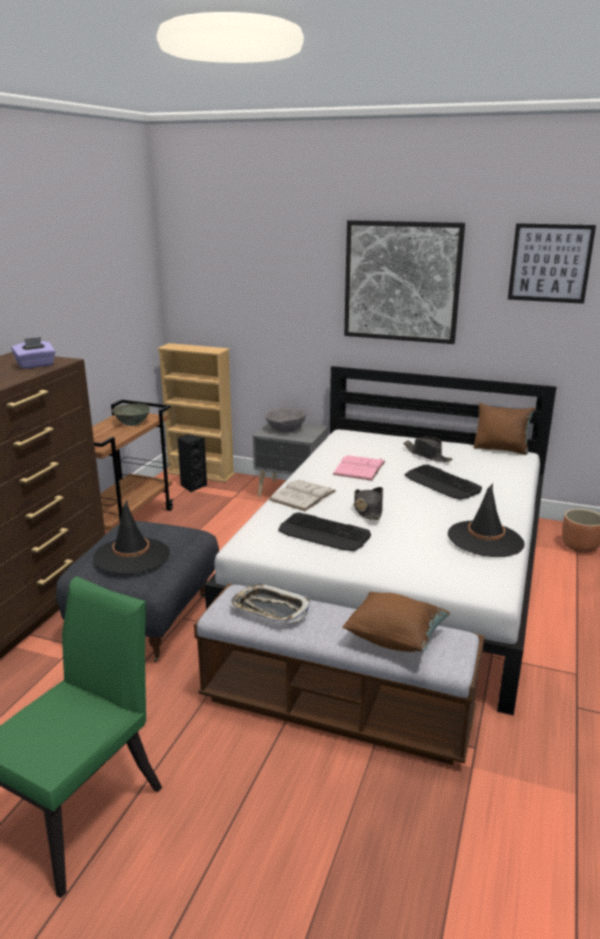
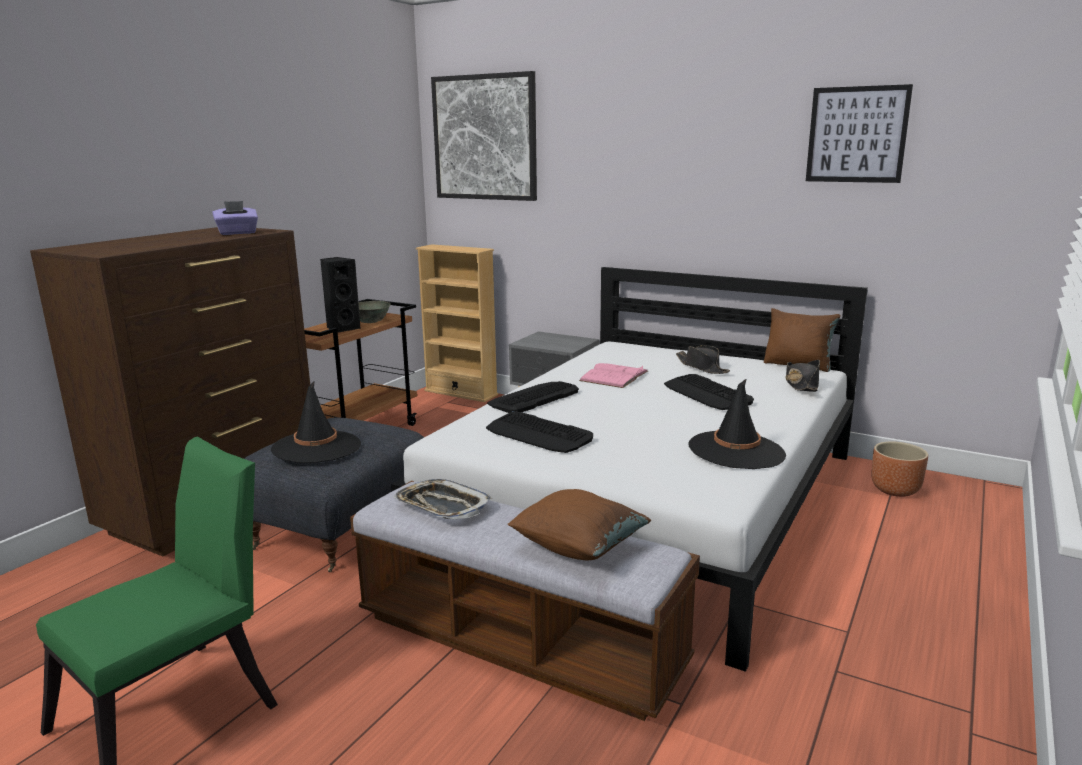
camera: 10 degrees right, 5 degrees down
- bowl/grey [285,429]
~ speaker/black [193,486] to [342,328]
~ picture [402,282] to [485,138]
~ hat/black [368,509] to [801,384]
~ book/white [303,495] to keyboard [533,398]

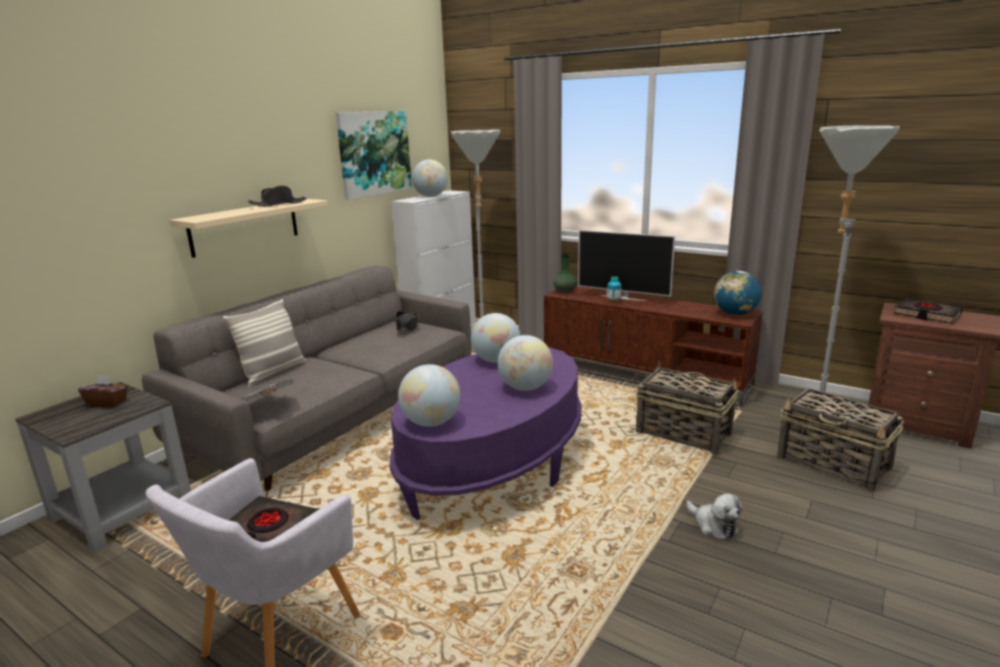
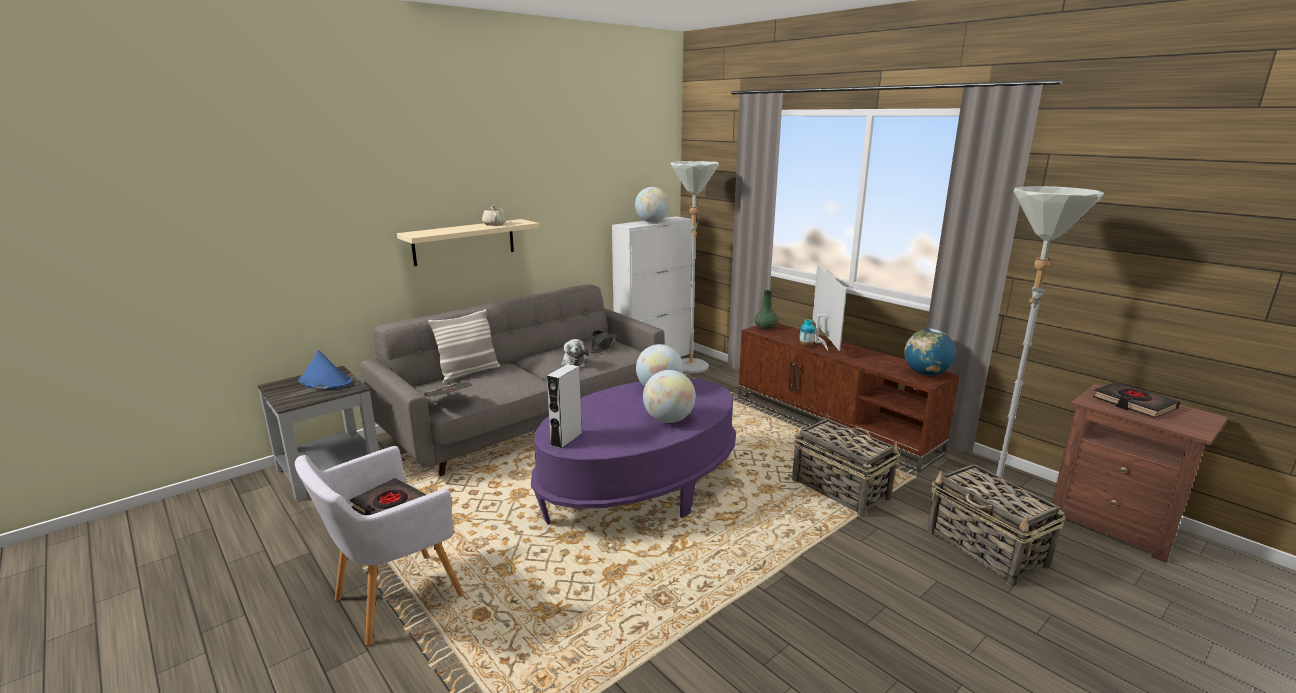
camera: 15 degrees right, 0 degrees up
- picture [374,153]
~ plush toy [713,525] to [573,363]
~ tissue box/brown [107,403] to hat/blue [324,382]
~ hat/black [278,204] to teapot/beige [494,224]
~ globe [431,423] to speaker/grey [566,439]
~ television [624,298] = [820,342] 135 degrees counterclockwise

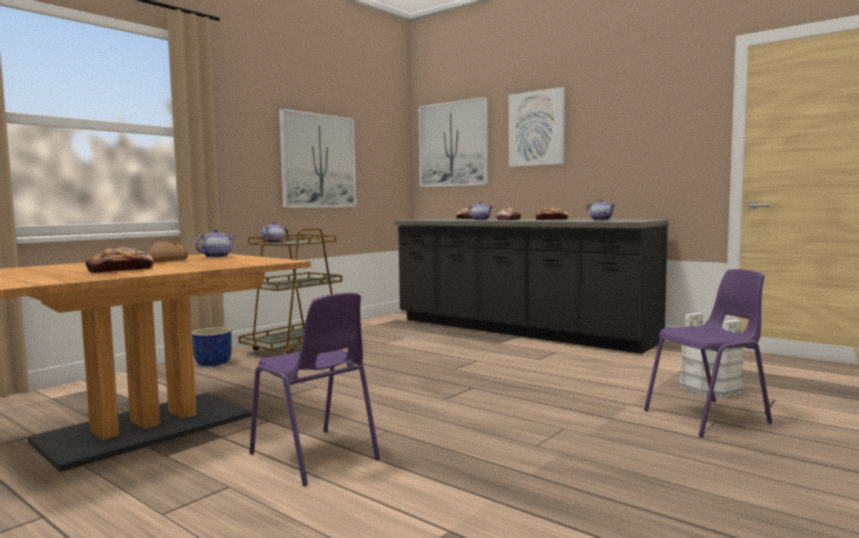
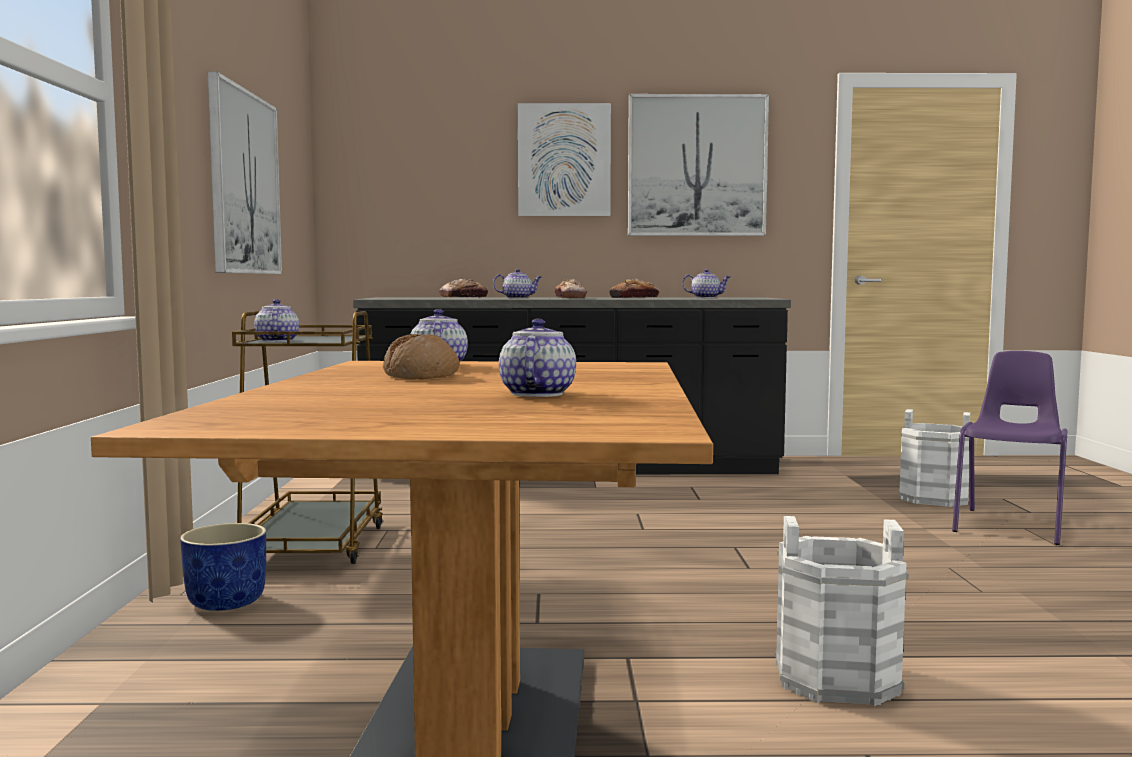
camera: 40 degrees left, 0 degrees up
~ picture [453,144] to [697,166]
~ bread [120,270] to teapot [536,394]
~ chair/purple [315,457] to bucket/white [837,679]

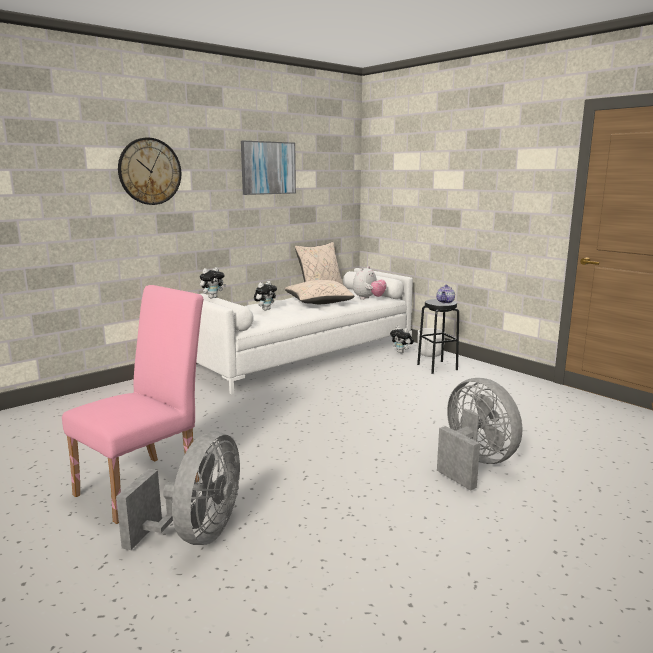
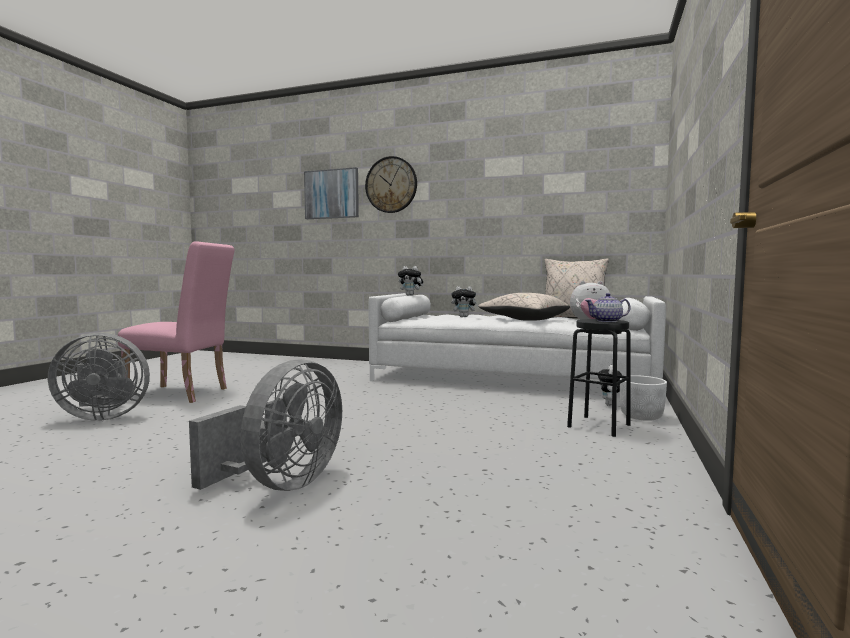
camera: 60 degrees right, 10 degrees down
~ picture [268,168] to [332,194]

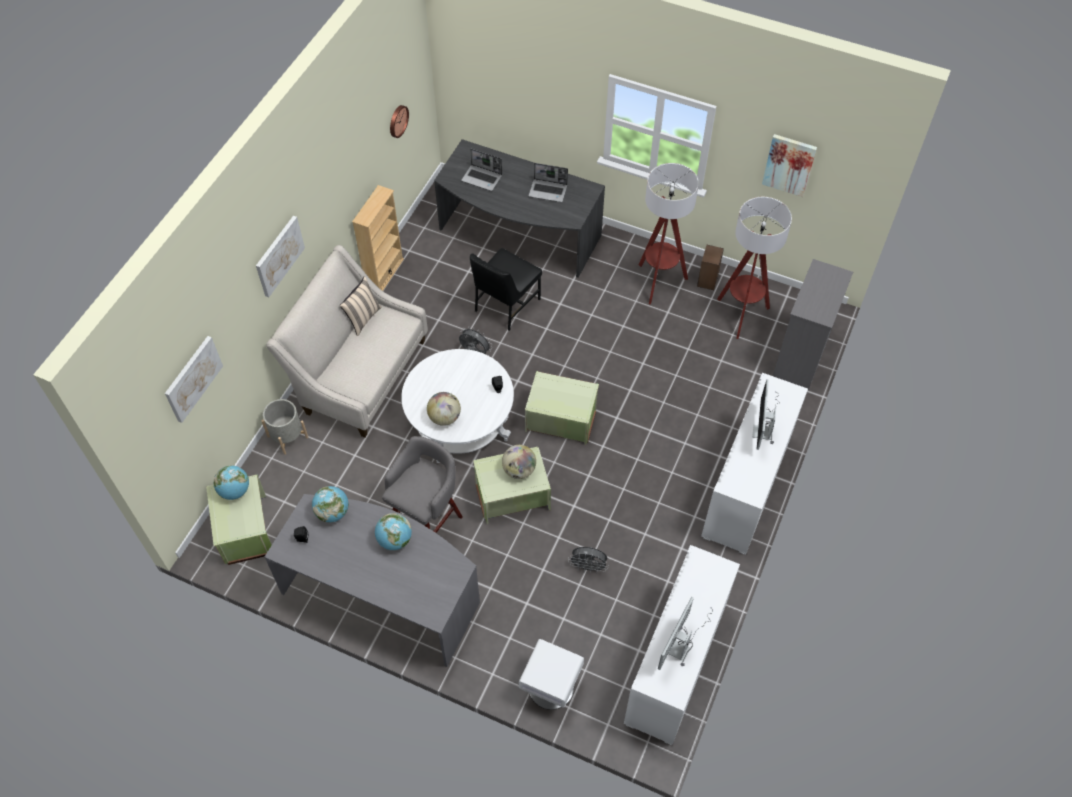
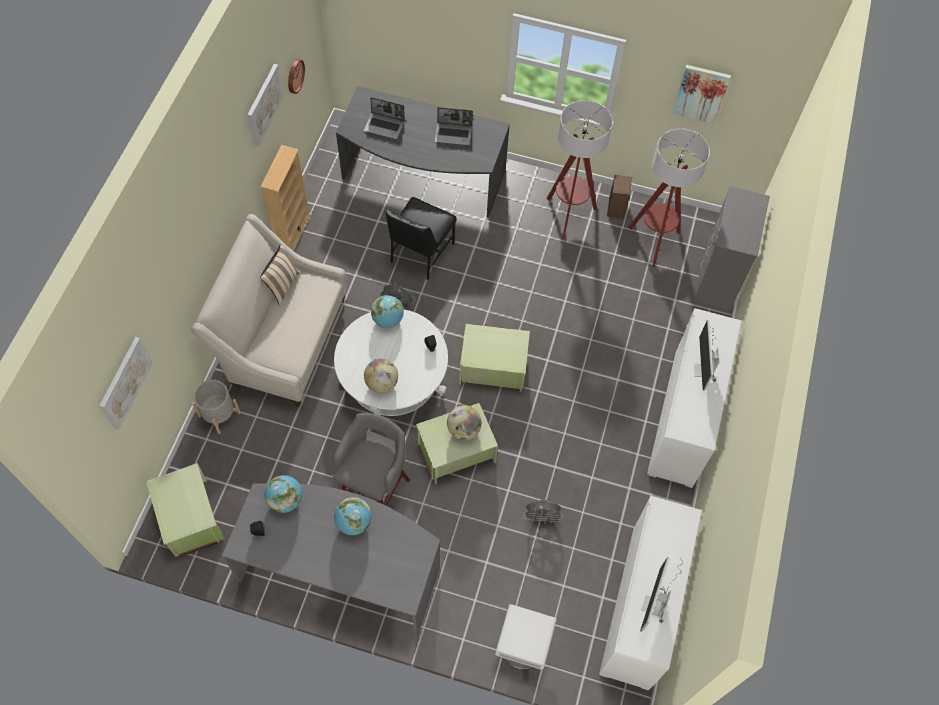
camera: 10 degrees left, 5 degrees up
~ globe [235,491] to [388,320]
~ picture [279,255] to [264,104]

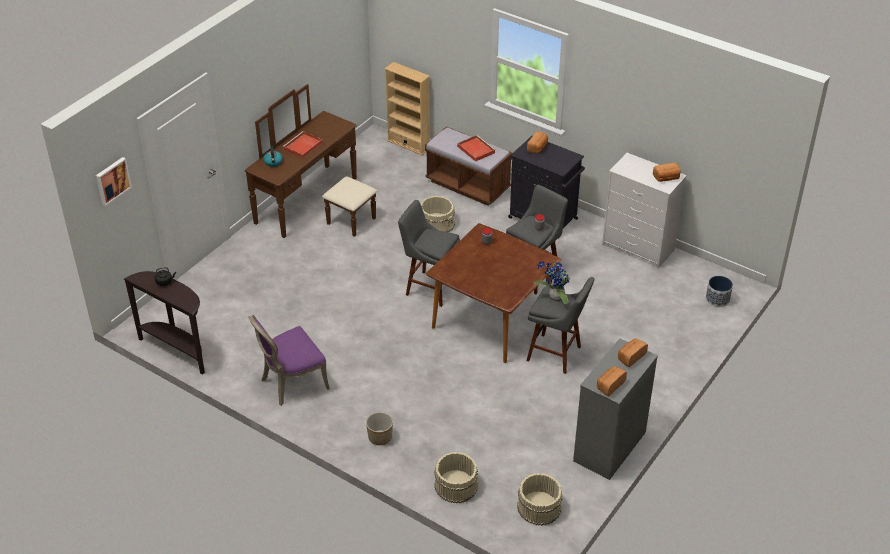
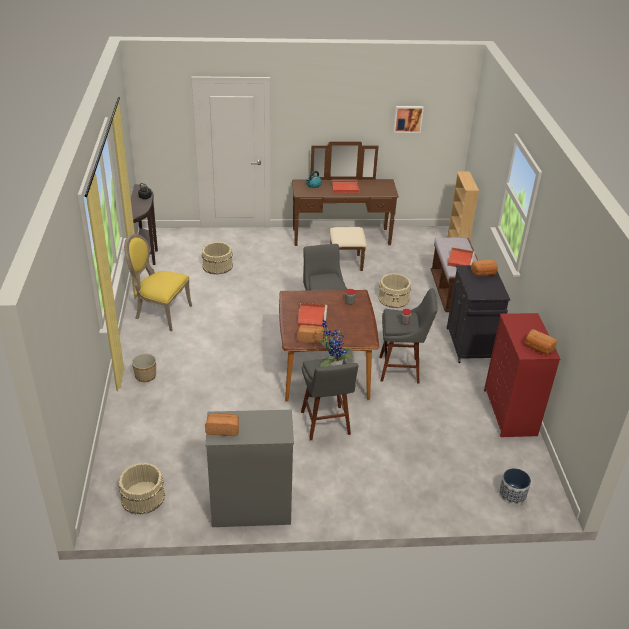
camera: 50 degrees right, 5 degrees down
+ tray/red [311,316]
~ picture [112,180] to [408,118]
~ bucket/beige [455,485] to [217,265]
~ bread [631,357] to [311,339]
~ chair/purple [291,383] to chair/yellow [160,313]
~ dresser/white [638,247] to dresser/red [510,413]

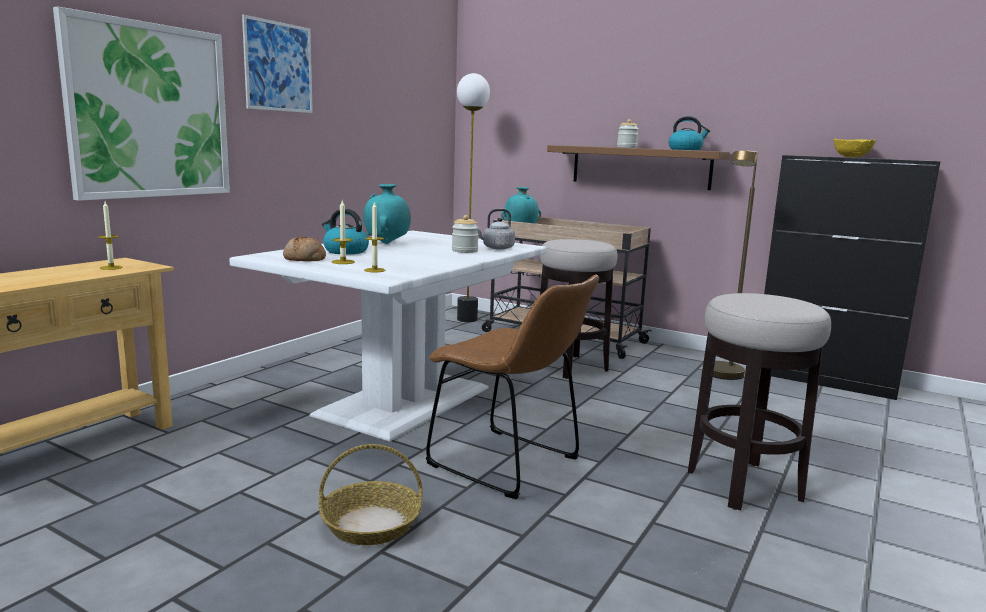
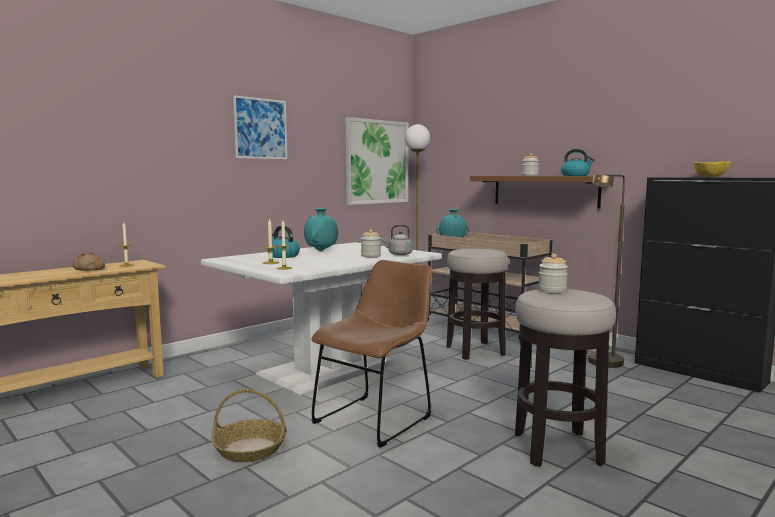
camera: 15 degrees right, 5 degrees down
+ jar [552,290]
~ picture [149,111] to [377,162]
~ bread [304,259] to [89,269]
~ chair/brown [510,464] = [376,418] 105 degrees counterclockwise

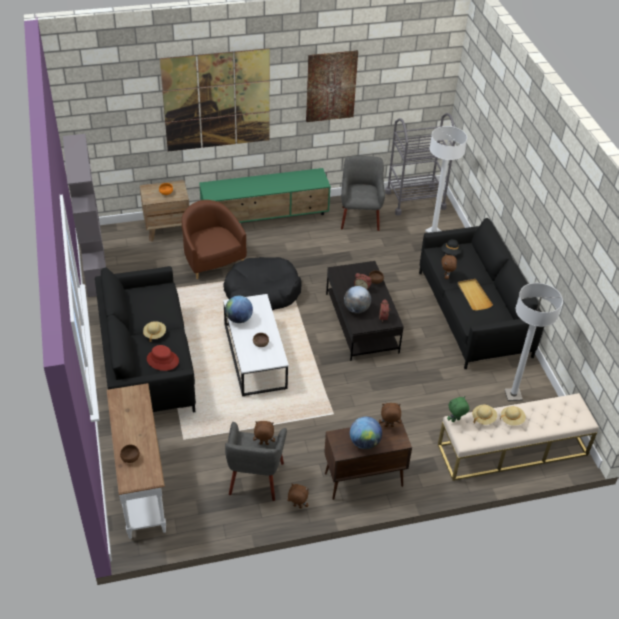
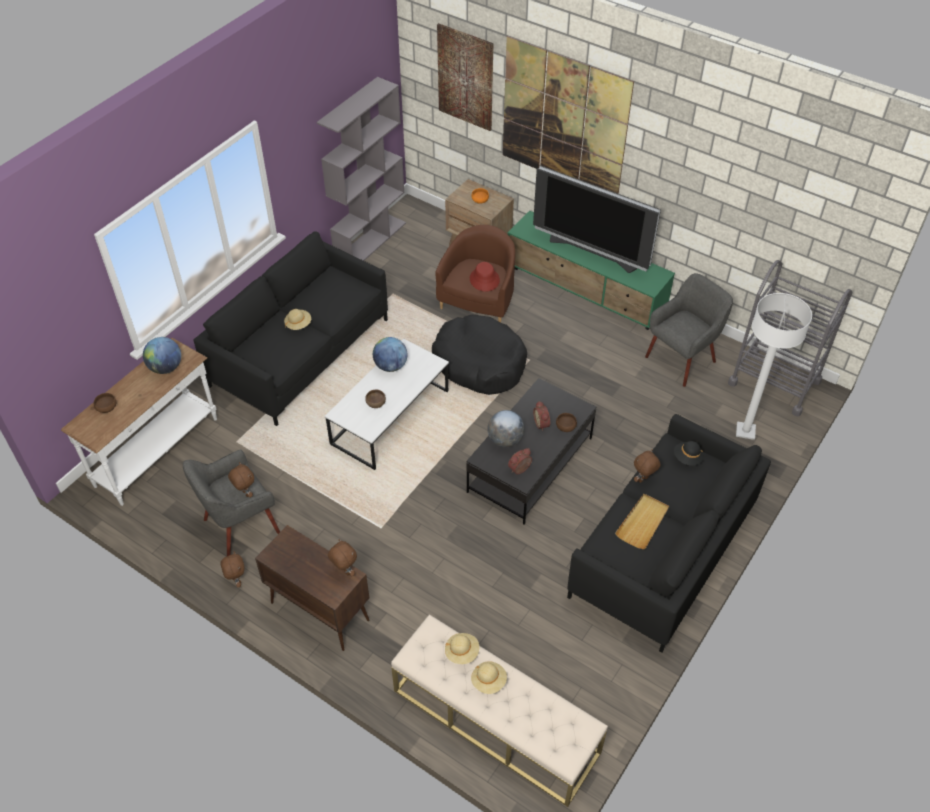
camera: 50 degrees right, 5 degrees up
- plush toy/green [455,420]
- floor lamp/white [513,395]
+ television [593,252]
~ hat/red [162,360] to [484,280]
~ picture [331,86] to [465,77]
~ globe [364,442] to [166,368]

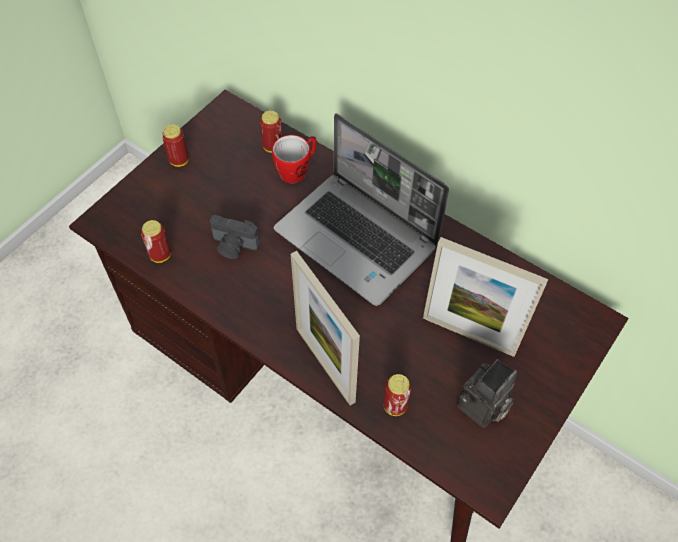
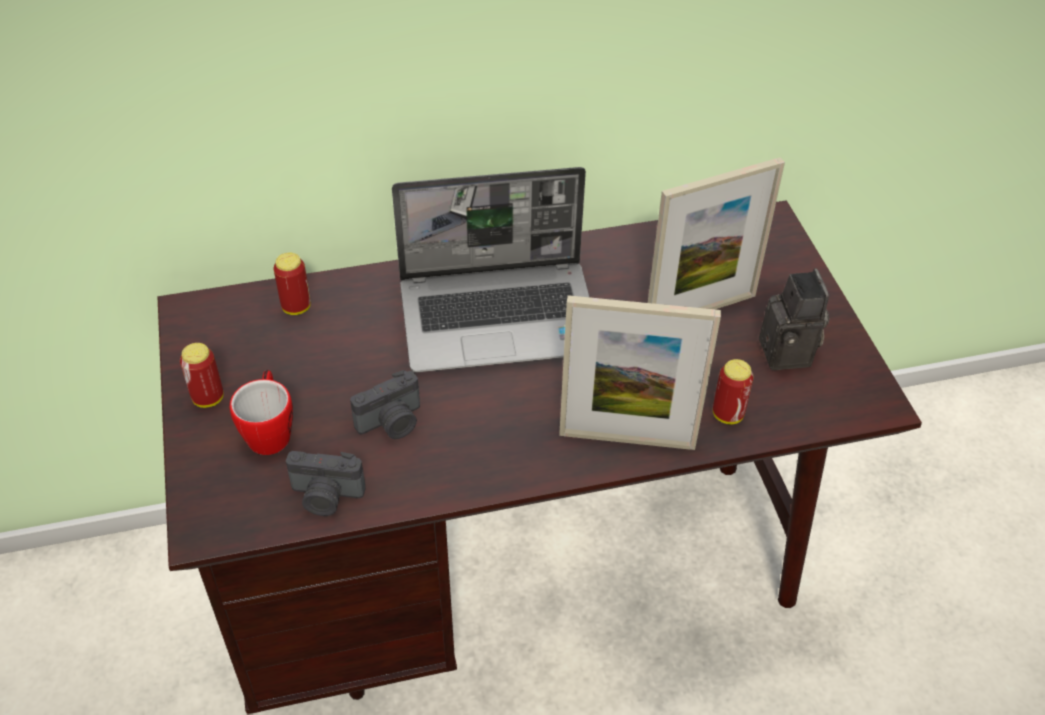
camera: 50 degrees left, 10 degrees down
~ mug [297,170] to [270,431]
~ can [160,255] to photo camera [326,497]

